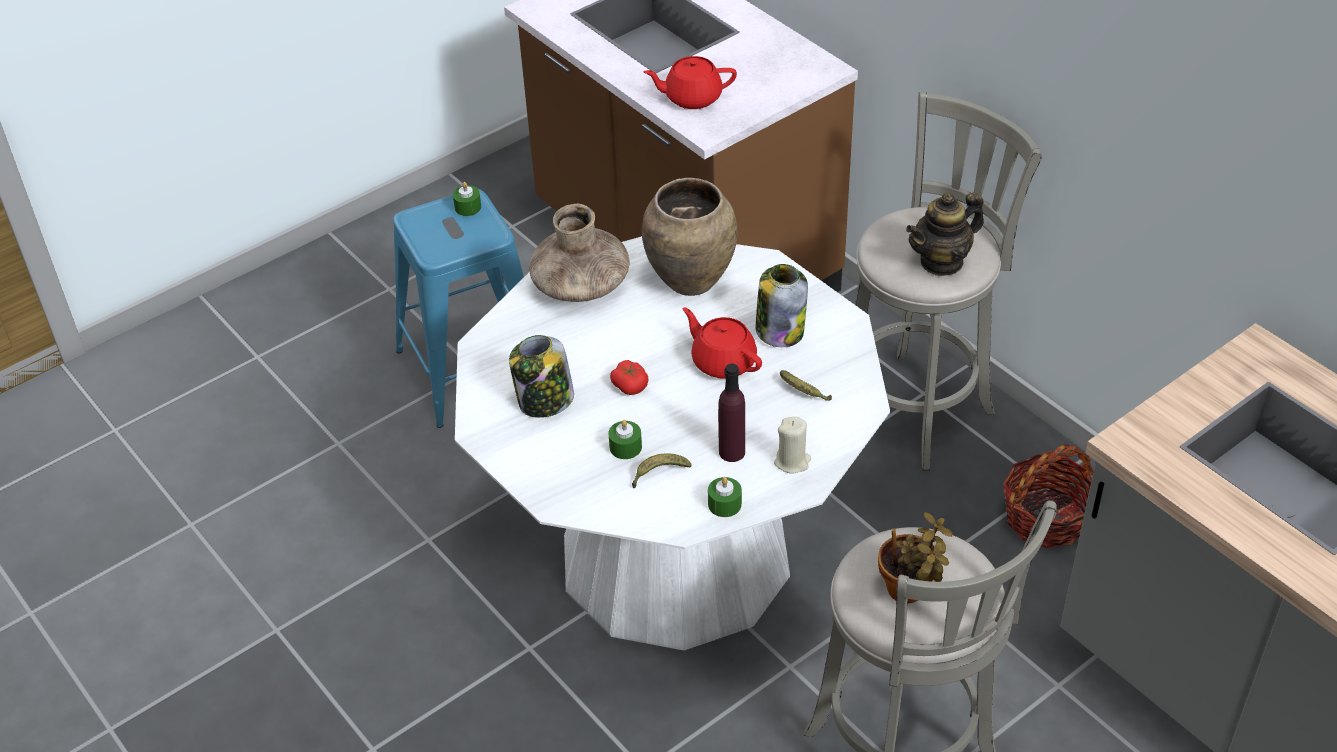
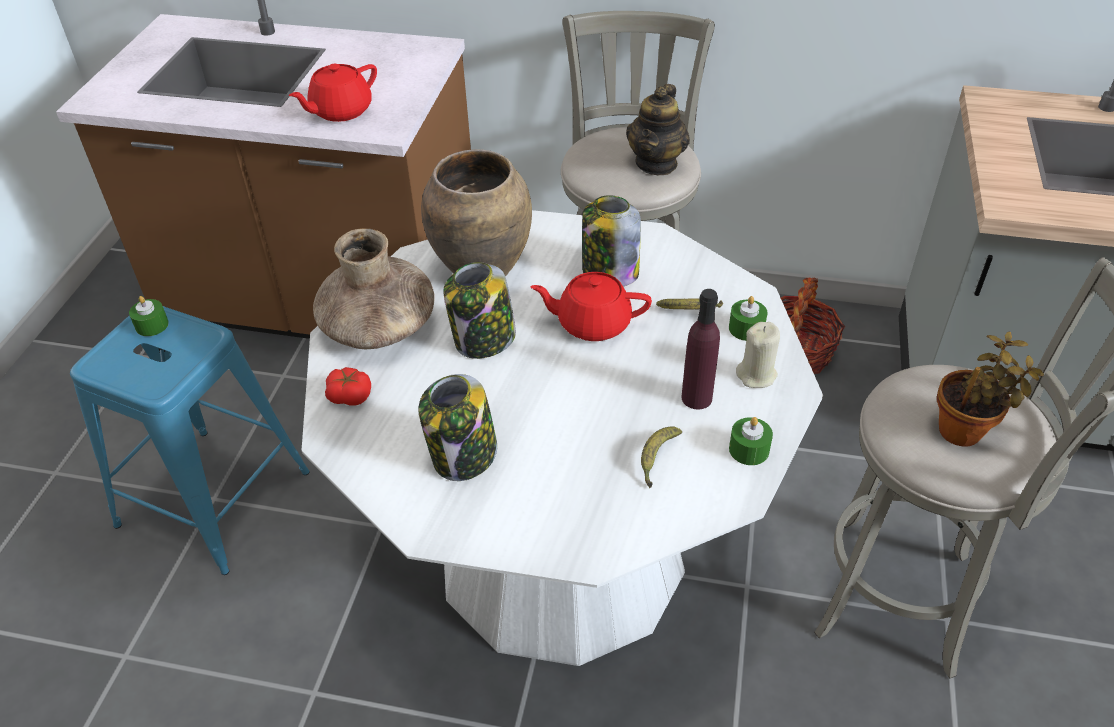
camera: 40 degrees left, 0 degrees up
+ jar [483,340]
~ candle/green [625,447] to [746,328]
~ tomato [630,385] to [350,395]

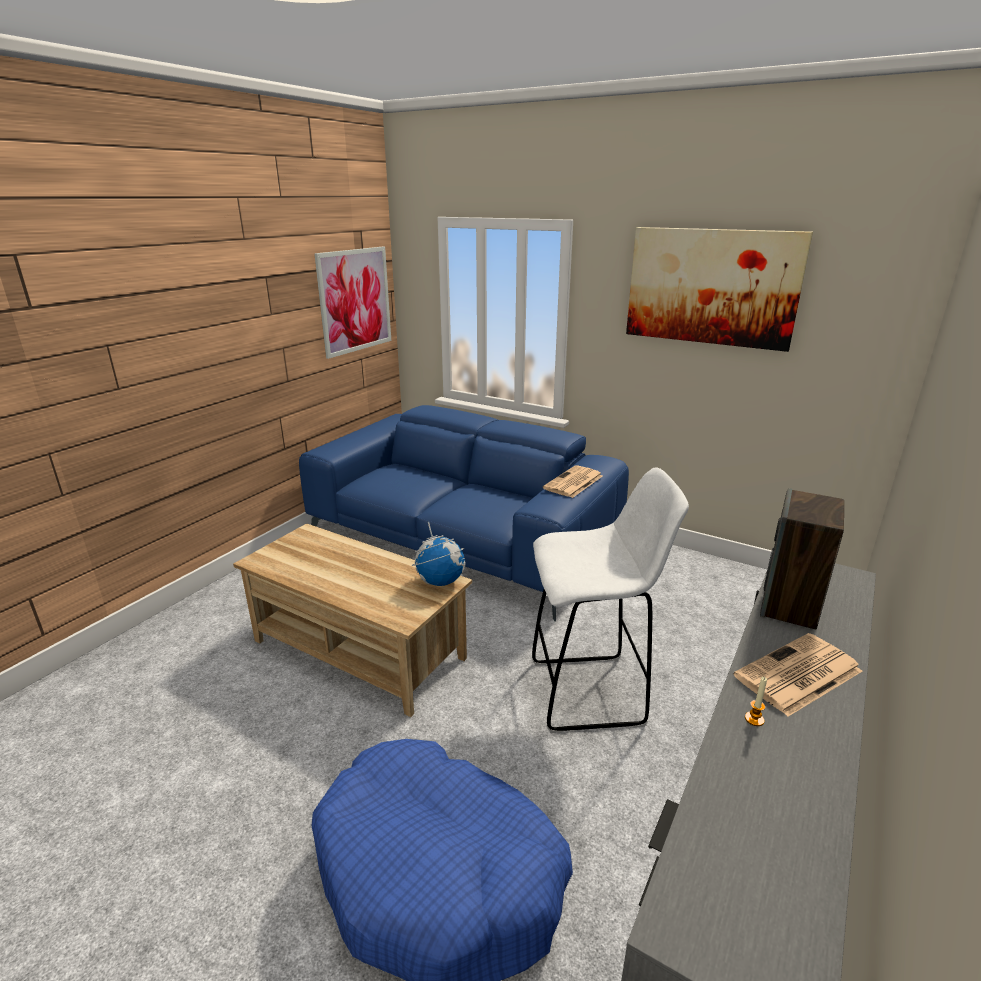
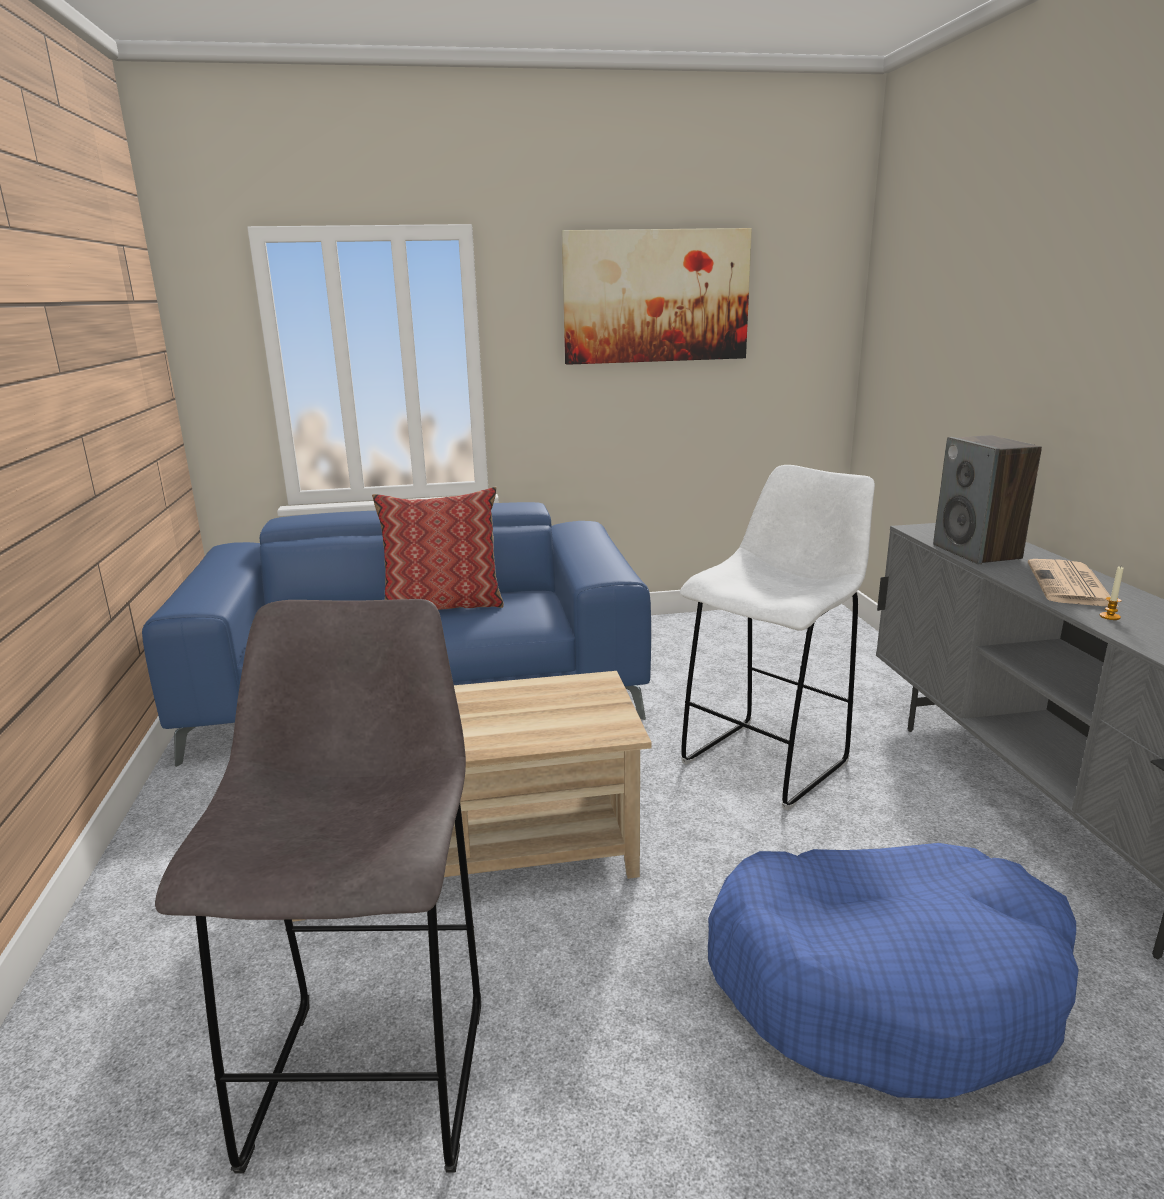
camera: 40 degrees left, 5 degrees down
- picture [355,300]
- globe [440,581]
- newspaper [573,483]
+ stool/grey [373,1073]
+ pillow [443,605]

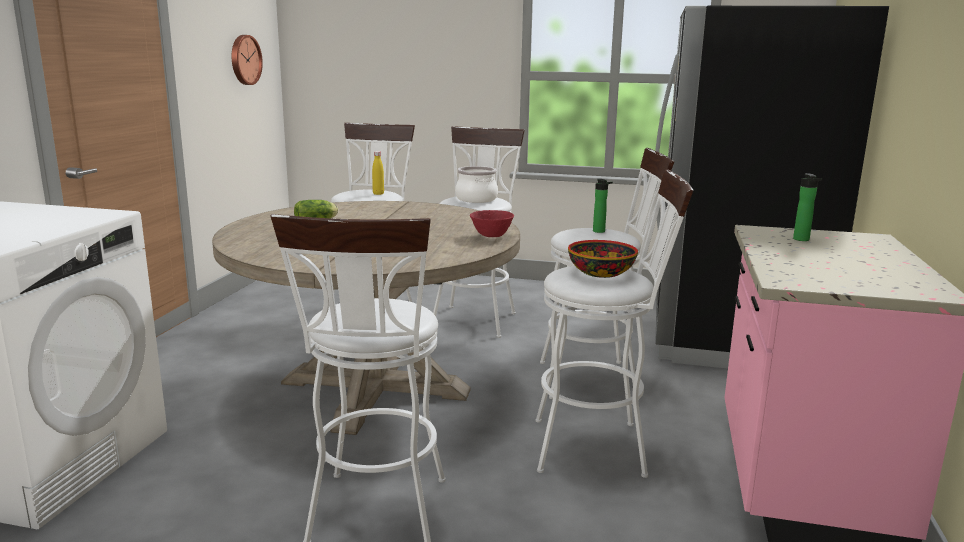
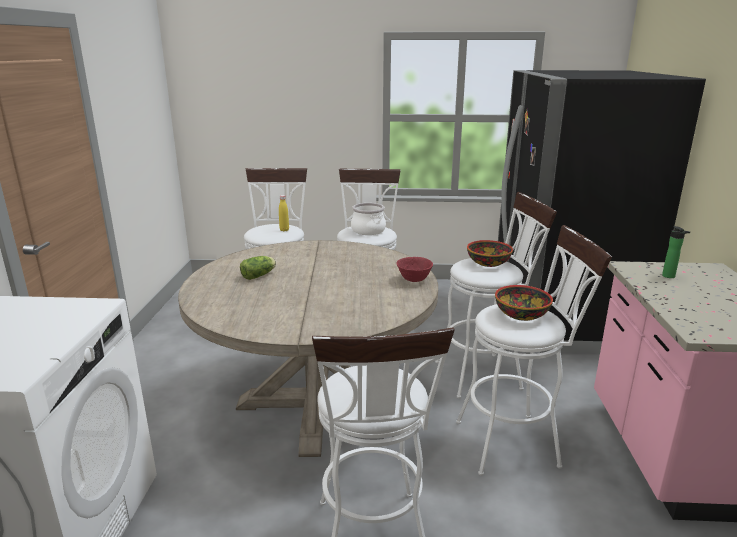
camera: 10 degrees left, 5 degrees up
- wall clock [244,60]
~ bottle [600,232] to bowl [488,263]

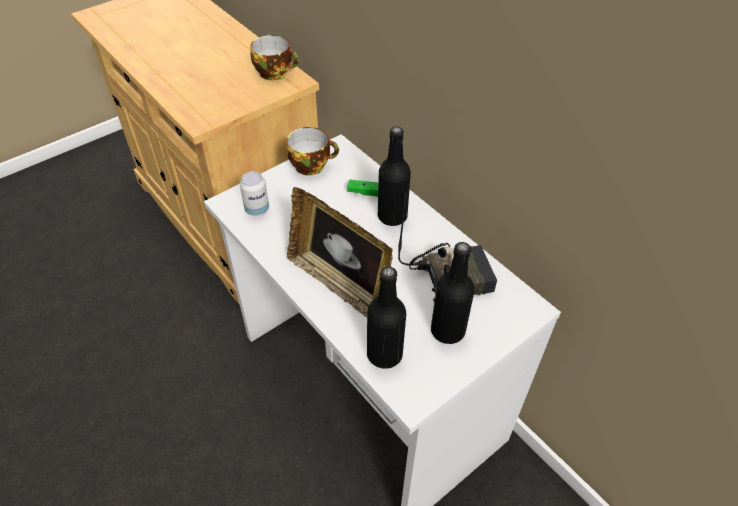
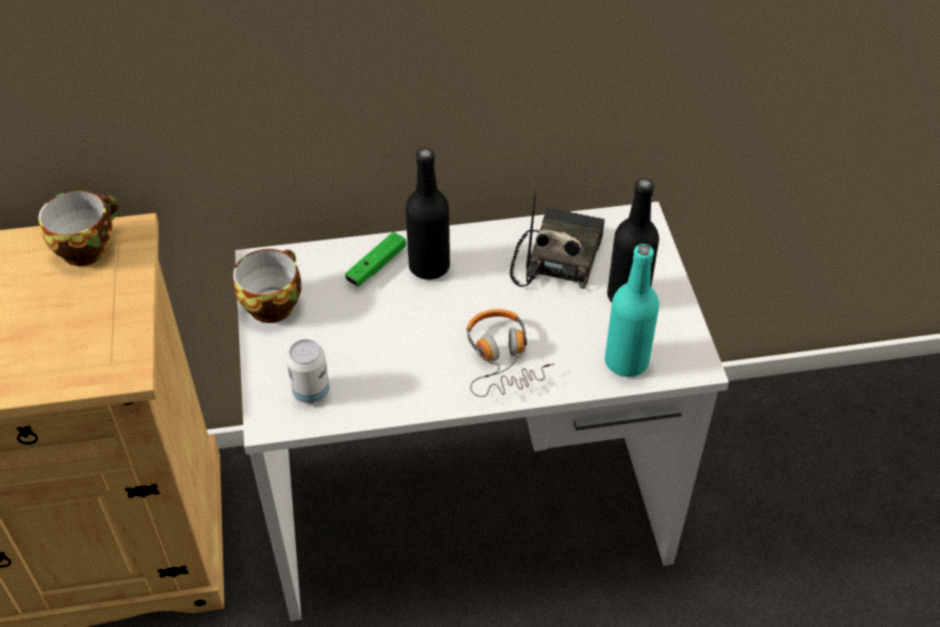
camera: 60 degrees left, 0 degrees up
~ picture frame [339,284] to headphones [501,359]
~ bottle/black [384,354] to bottle/turquoise [626,361]

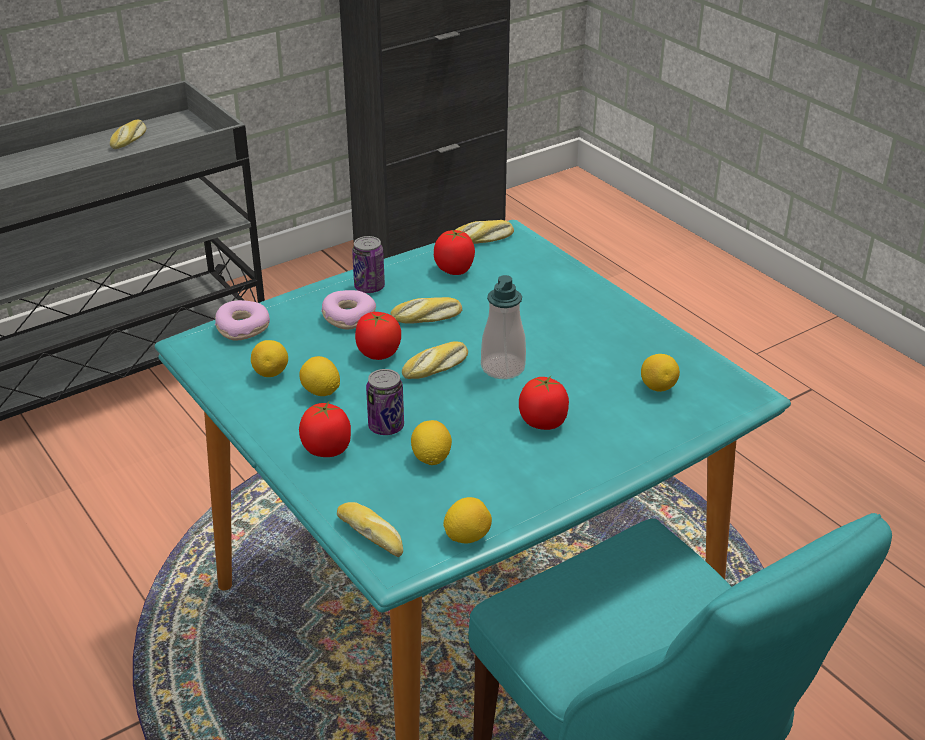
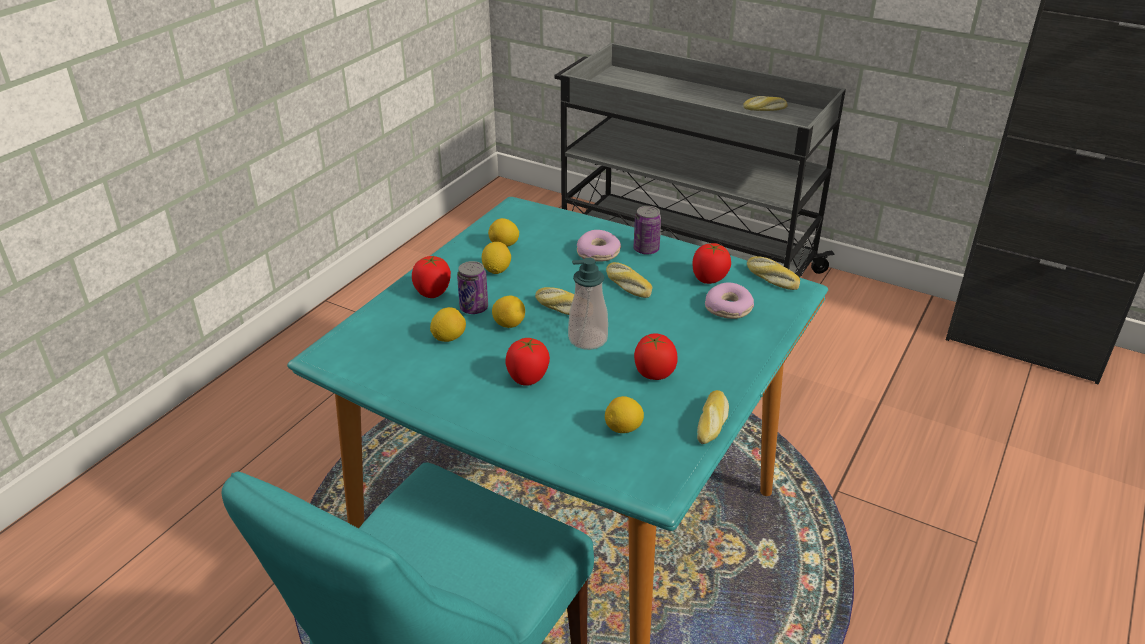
camera: 65 degrees right, 0 degrees up
~ donut [243,328] to [729,308]
~ bread [372,535] to [713,423]
~ tomato [378,354] to [654,373]
~ lemon [467,537] to [509,324]

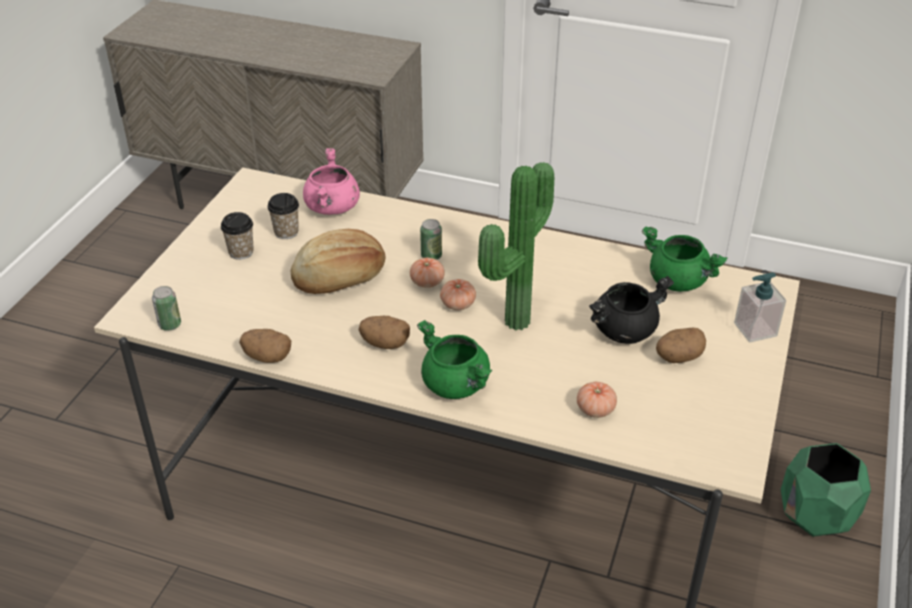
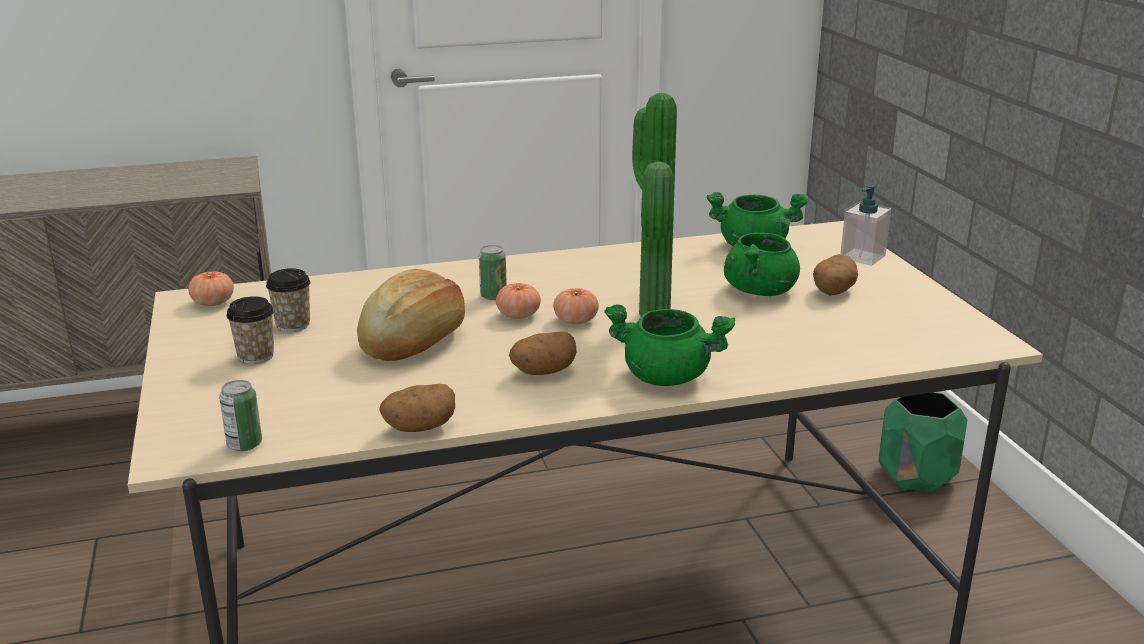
camera: 35 degrees left, 15 degrees down
- cooking pot/pink [332,208]
~ tomato [595,409] to [213,302]
~ cooking pot/black [624,330] to cooking pot/green [760,290]

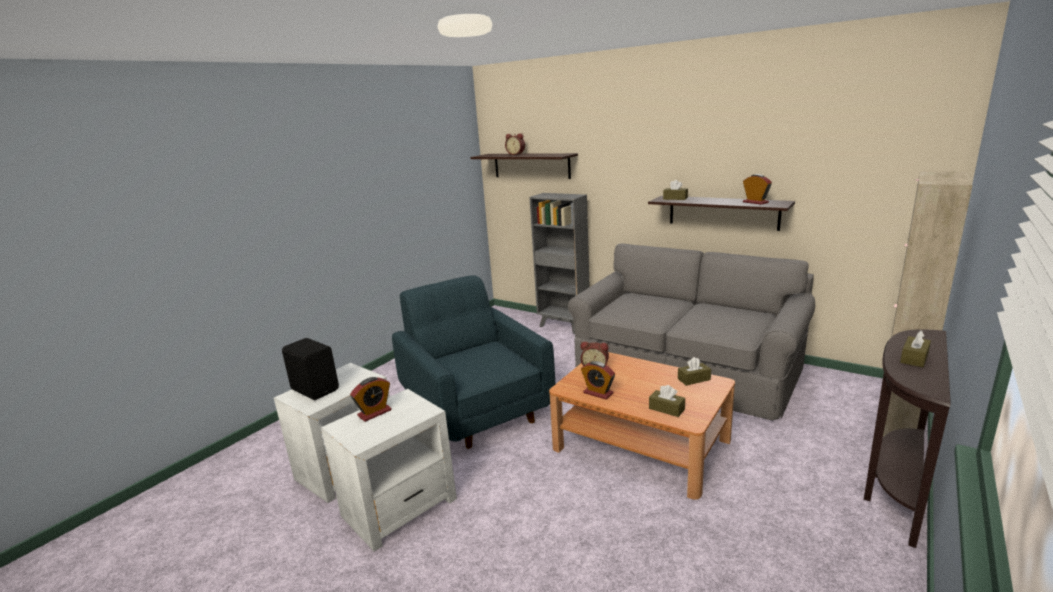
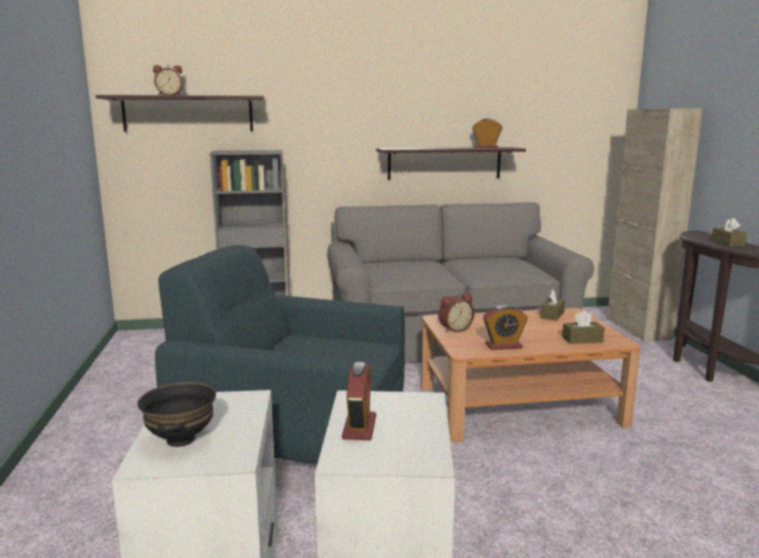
camera: 45 degrees left, 5 degrees down
- tissue box/brown [675,198]
~ speaker/black [316,389] to bowl/black [180,439]

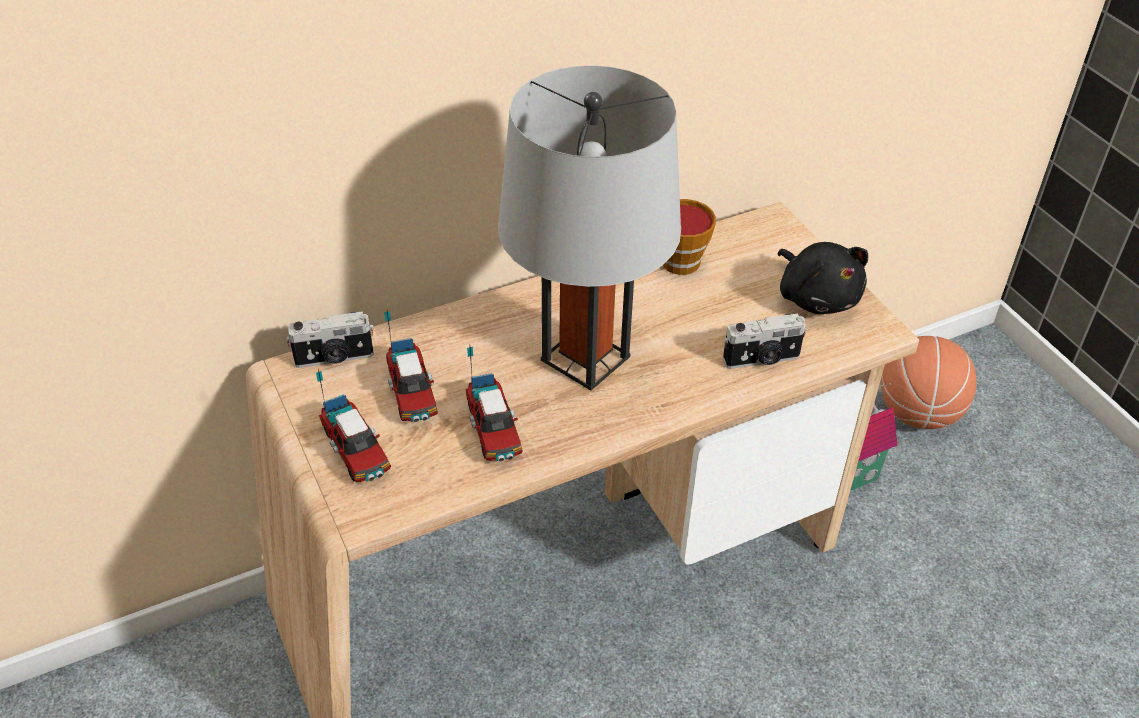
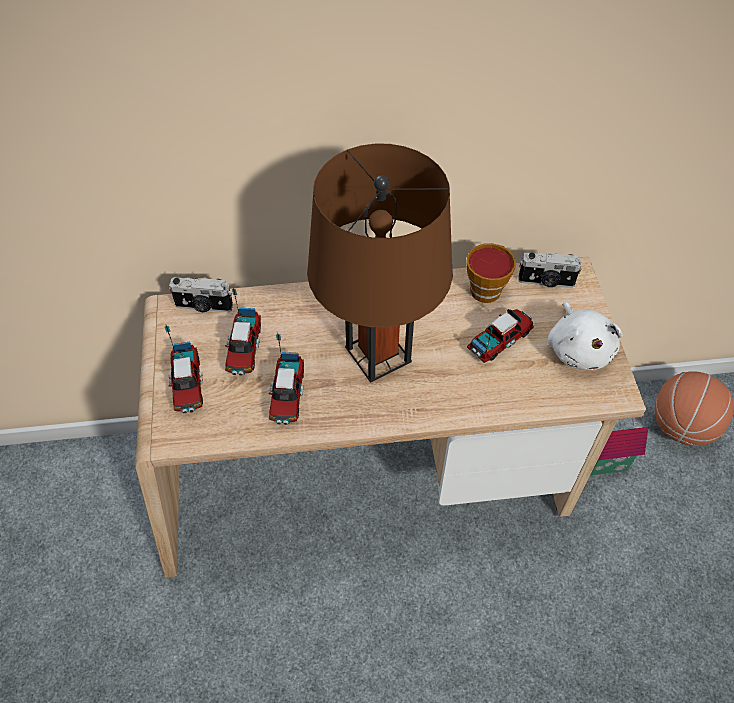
camera: 20 degrees right, 10 degrees up
+ toy truck [500,340]
~ photo camera [762,360] to [546,282]
~ table lamp/grey [586,358] to table lamp/brown [378,354]
~ plush toy/black [817,297] to plush toy/white [579,349]

